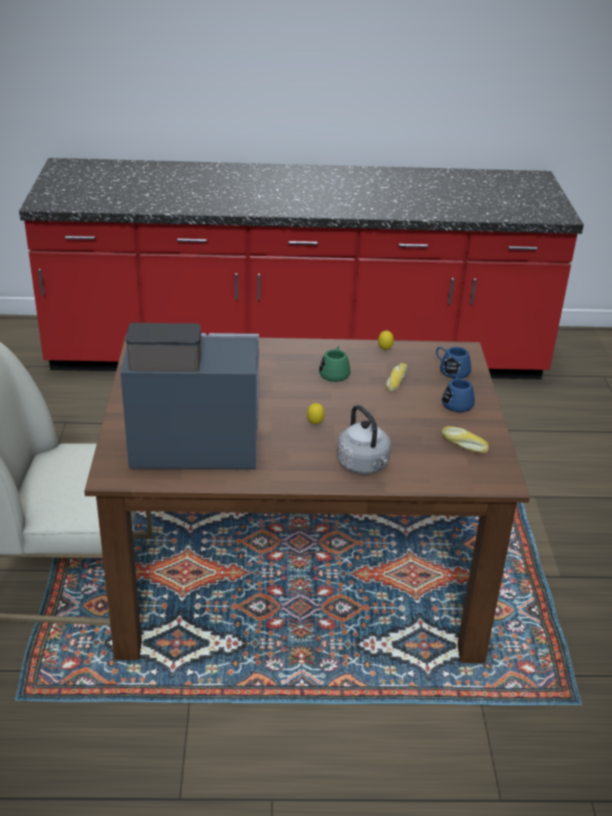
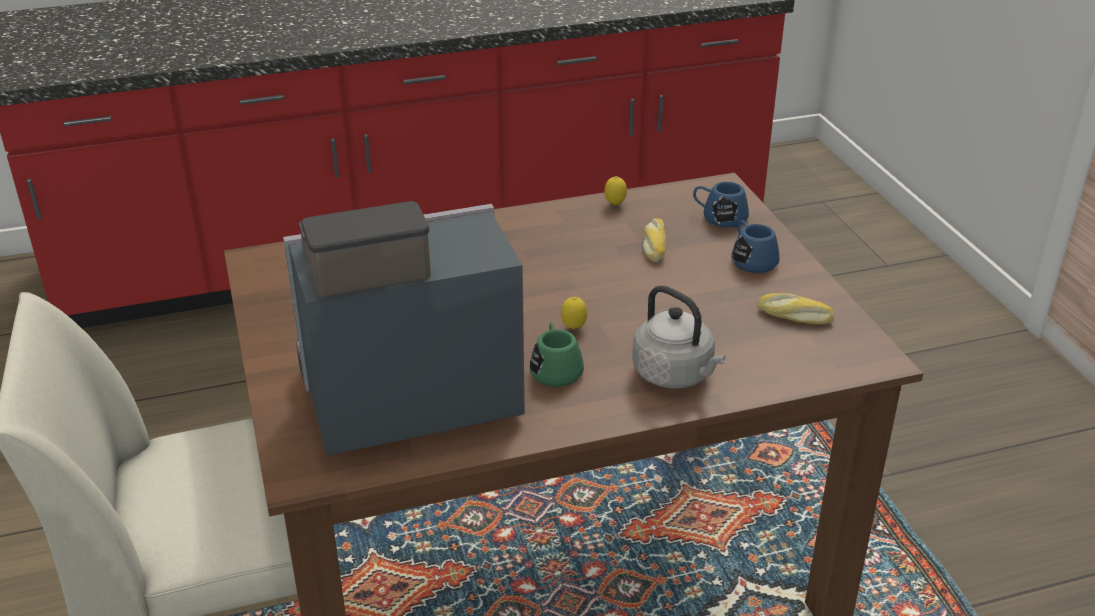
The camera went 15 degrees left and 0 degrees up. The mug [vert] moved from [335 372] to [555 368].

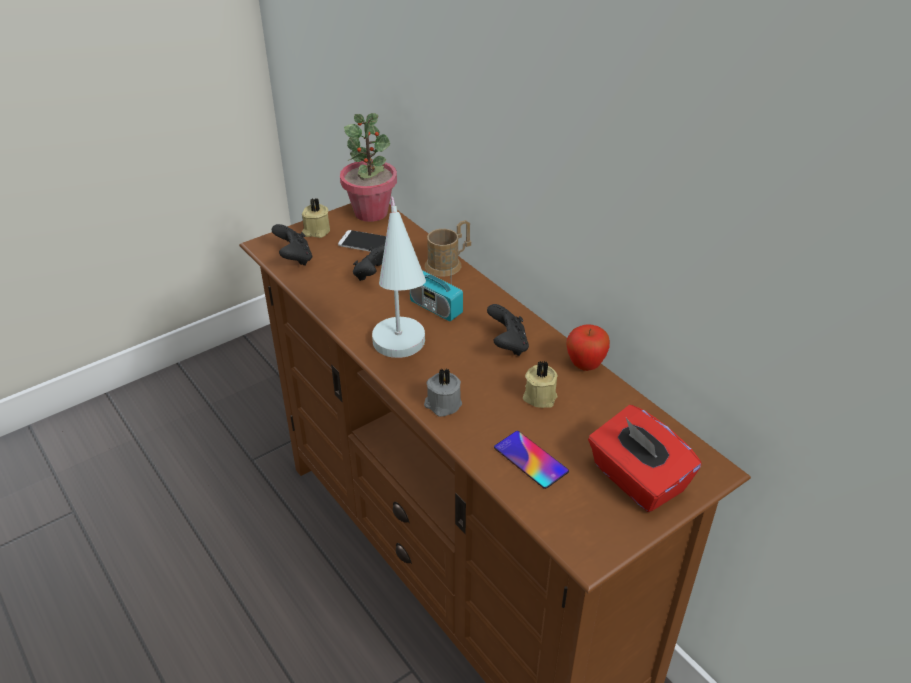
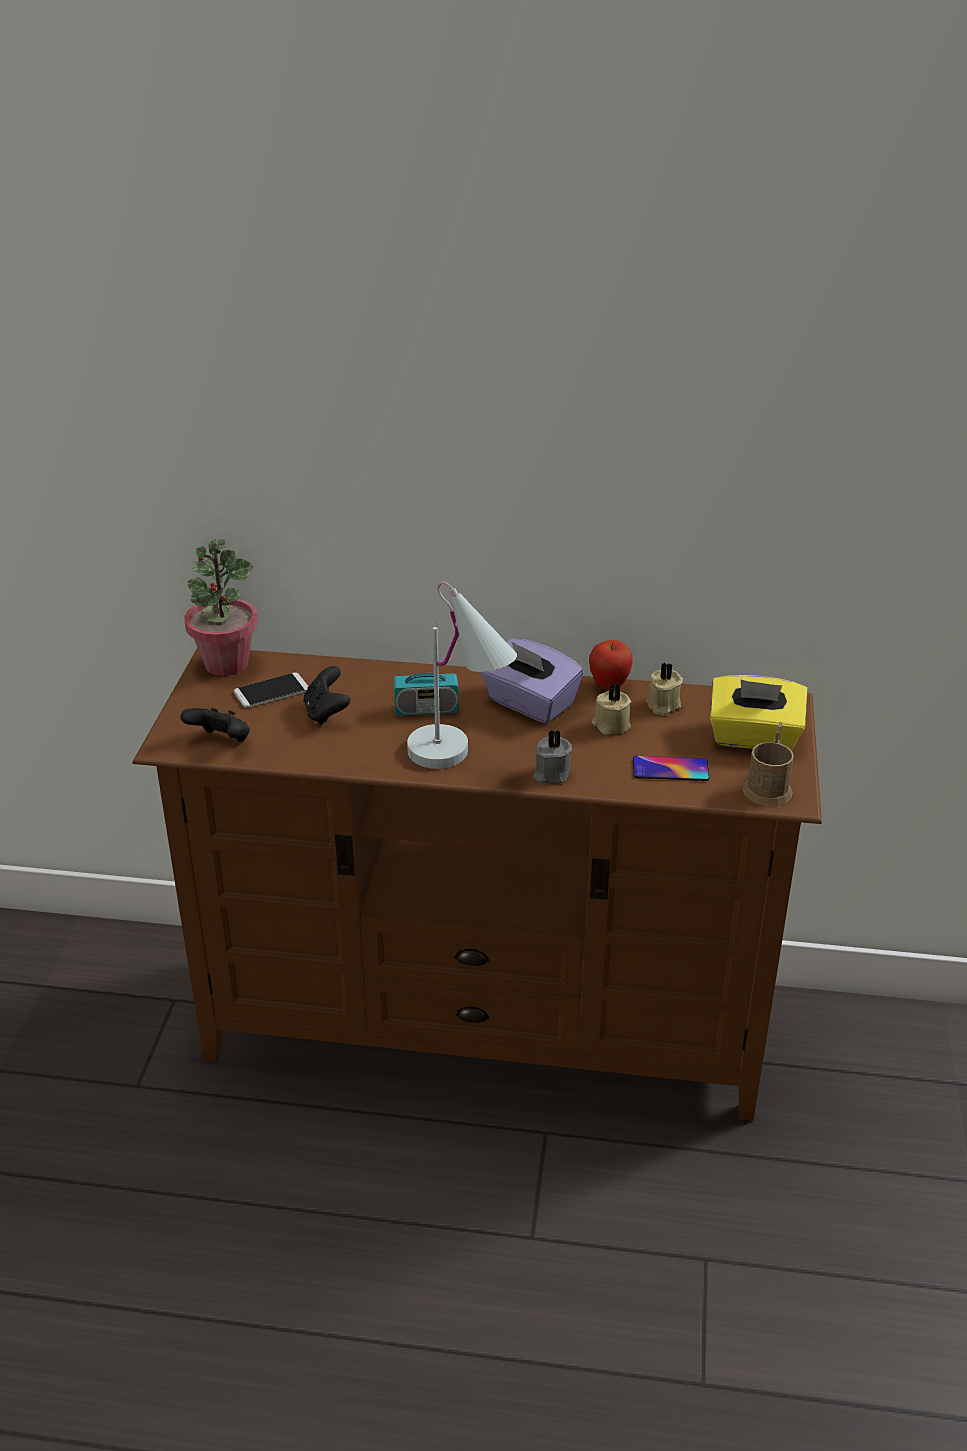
The camera went 45 degrees left and 5 degrees down. The bougie [beige] moved from [316 231] to [662 705]. The mug [marron] moved from [448 264] to [768 786]. The manette [noir] at [507 345] was replaced by the boîte à mouchoirs [violet] at [530 704]. The boîte à mouchoirs [rouge] at [636 480] became the boîte à mouchoirs [jaune] at [754 738].

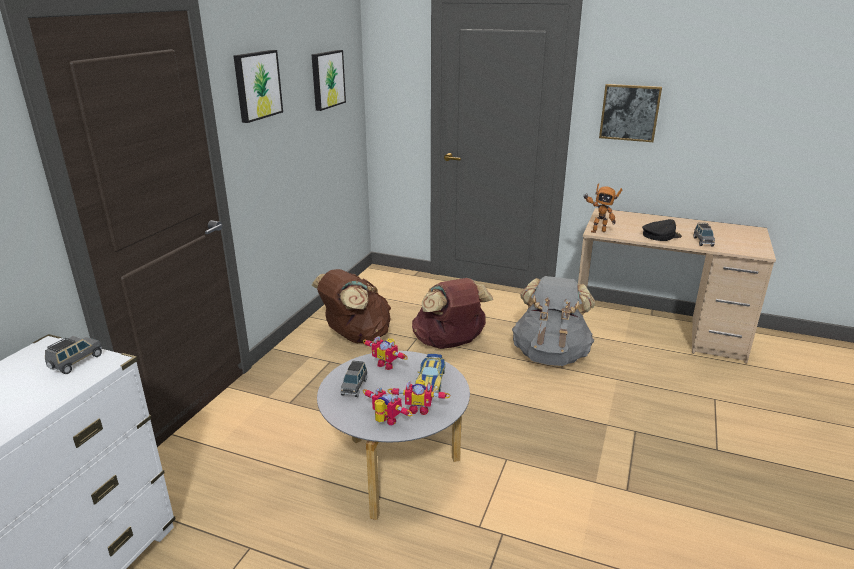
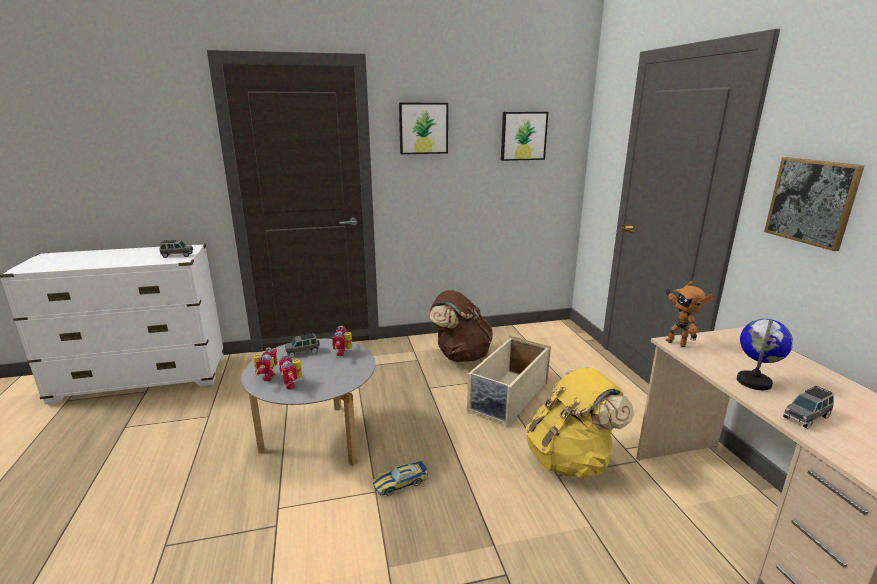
The camera went 55 degrees right and 5 degrees down. The petite voiture moved from [431 380] to [400 482]. The sac à dos [marron] at [450 344] was replaced by the boîte de rangement [beige] at [508 397]. The casquette [noir] at [660 235] was replaced by the globe at [754 382]. The sac à dos [gris] at [550 355] became the sac à dos [jaune] at [570 459].

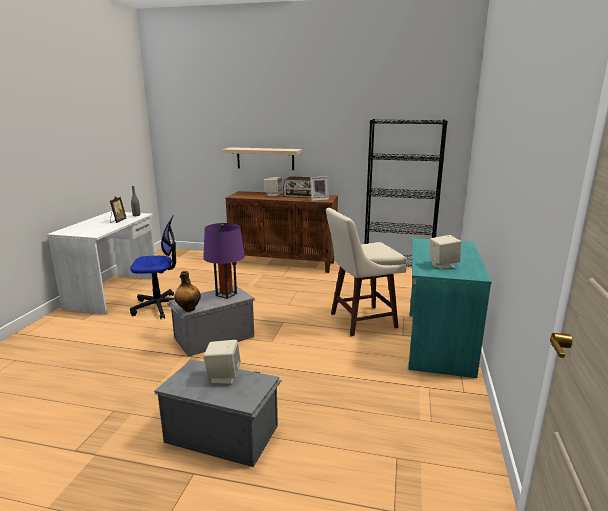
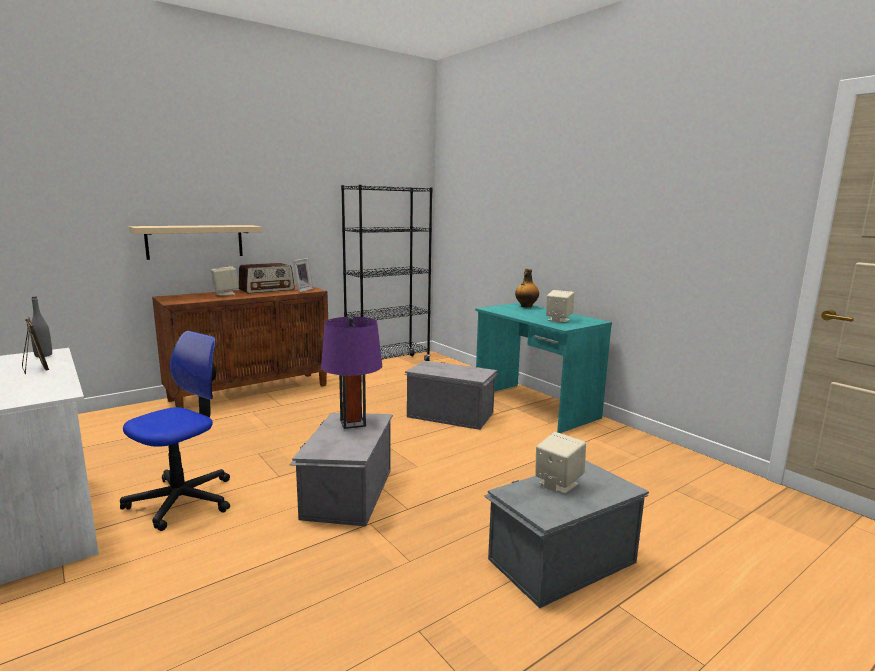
The camera went 50 degrees left and 5 degrees down. The bouteille moved from [188 309] to [526 306]. The tabouret [beige] at [361 320] was replaced by the boîte de rangement [gris] at [450 414].

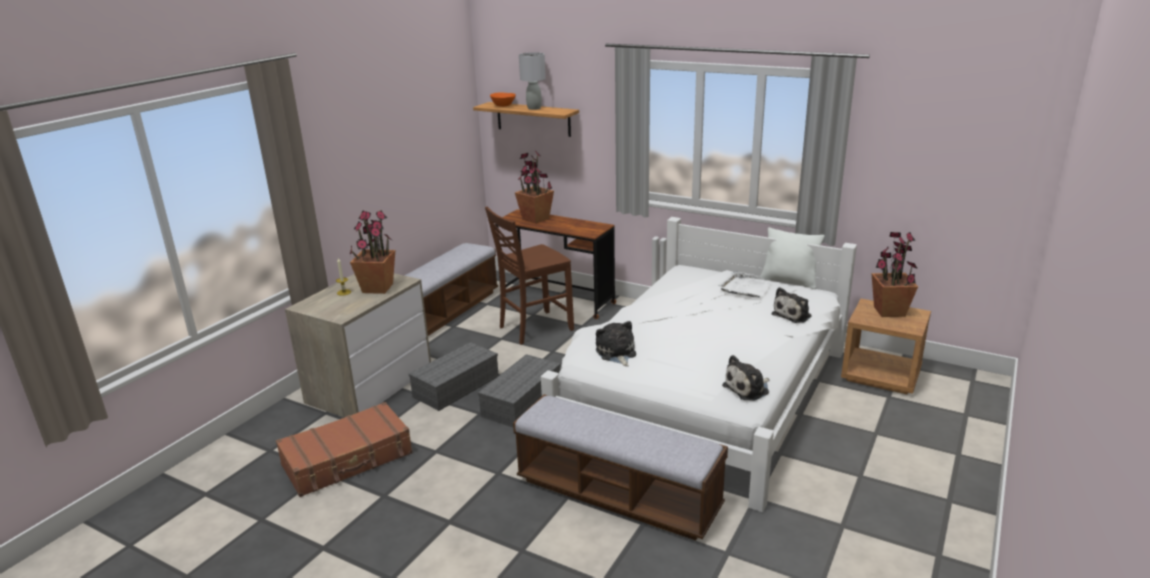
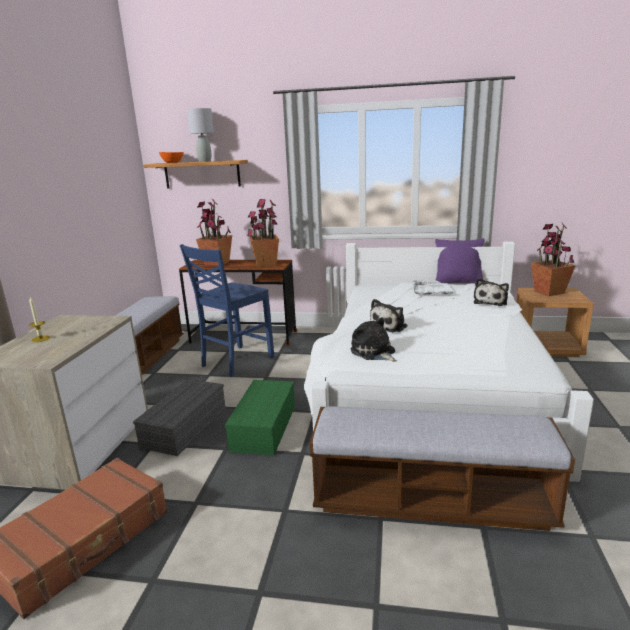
The camera went 20 degrees left and 5 degrees down. The plante en pot moved from [377 288] to [265 264]. The peluche moved from [748 389] to [389 326]. The boîte de rangement [gris] at [522 402] became the boîte de rangement [vert] at [265 428]. The chaise [marron] at [534 328] became the chaise [bleu] at [235 361]. The coussin [blanc] at [789 281] became the coussin [violet] at [458 283].

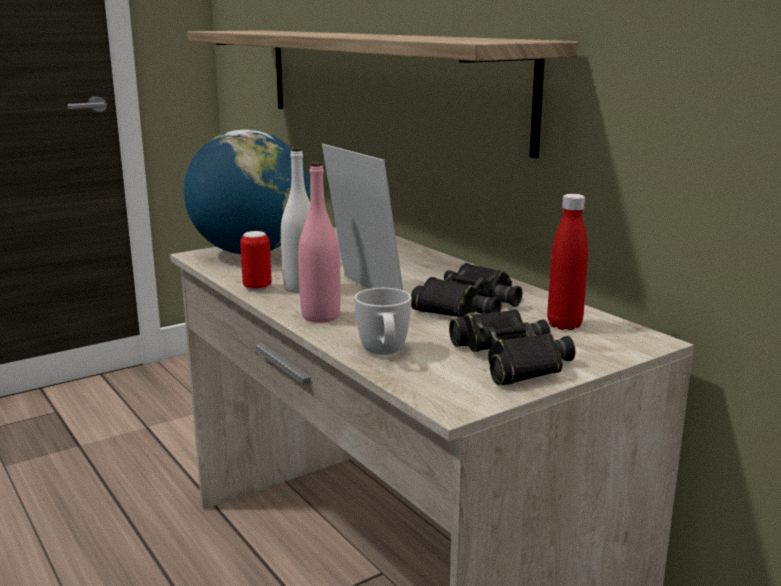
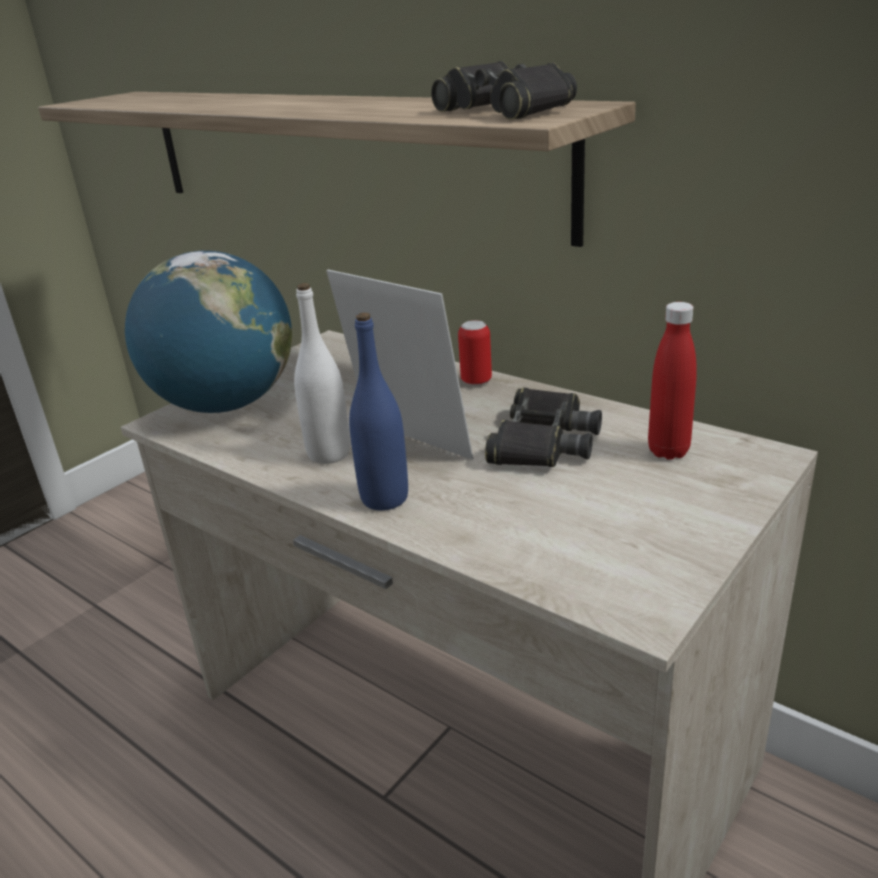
The camera went 15 degrees left and 10 degrees up. The mug [blanc] at [384 354] disappeared. The boîte métallique moved from [257 287] to [476 381]. The jumelles [noir] moved from [510 359] to [507 110]. The bouteille [rose] at [320 316] became the bouteille [bleu] at [384 498].

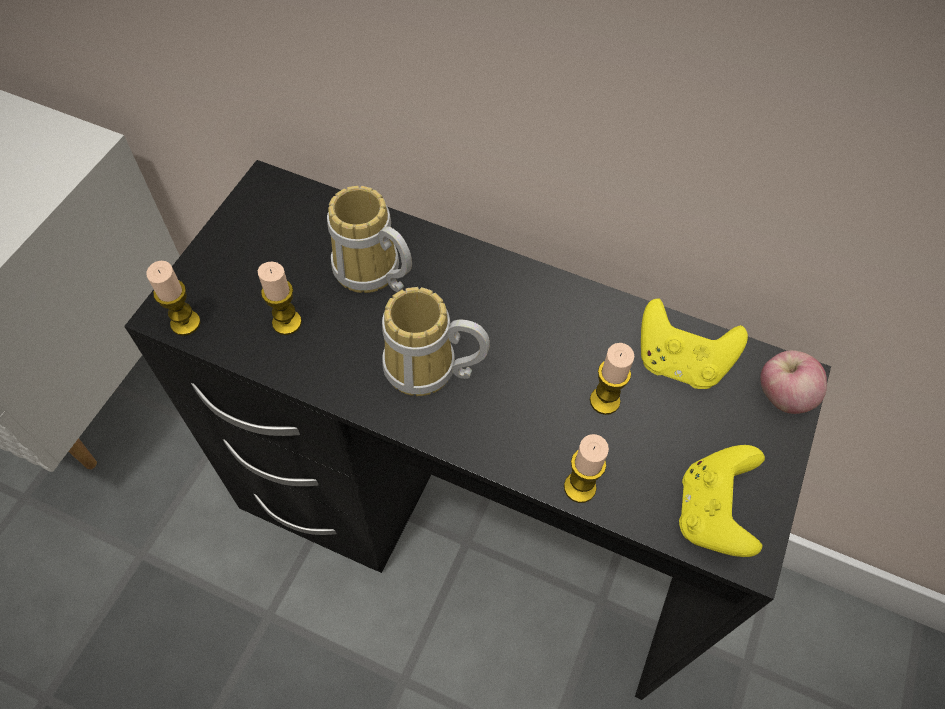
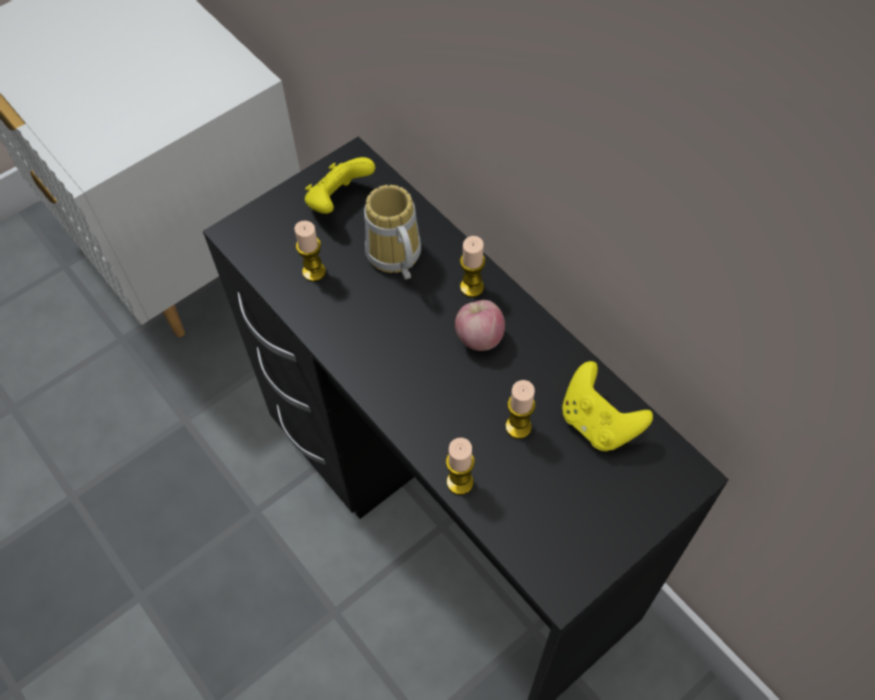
The camera went 30 degrees right and 0 degrees up. The mug at [428 373] disappeared. The bougie moved from [185 323] to [472 287]. The manette [jaune] moved from [711 513] to [338 201]. The pomme moved from [782 396] to [479 338].

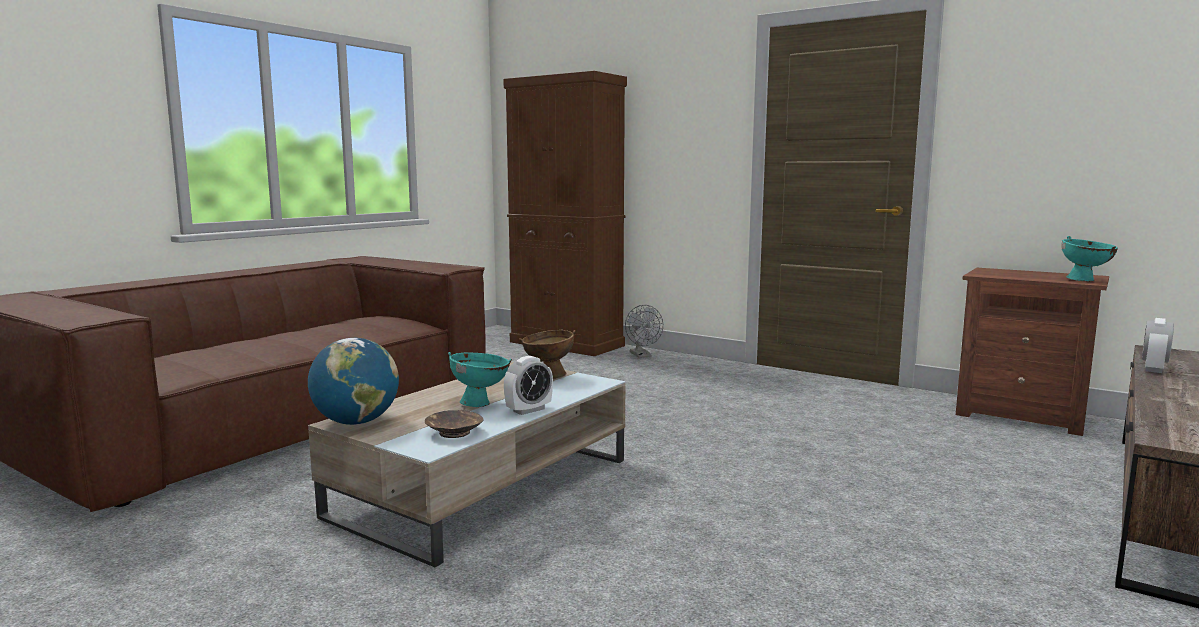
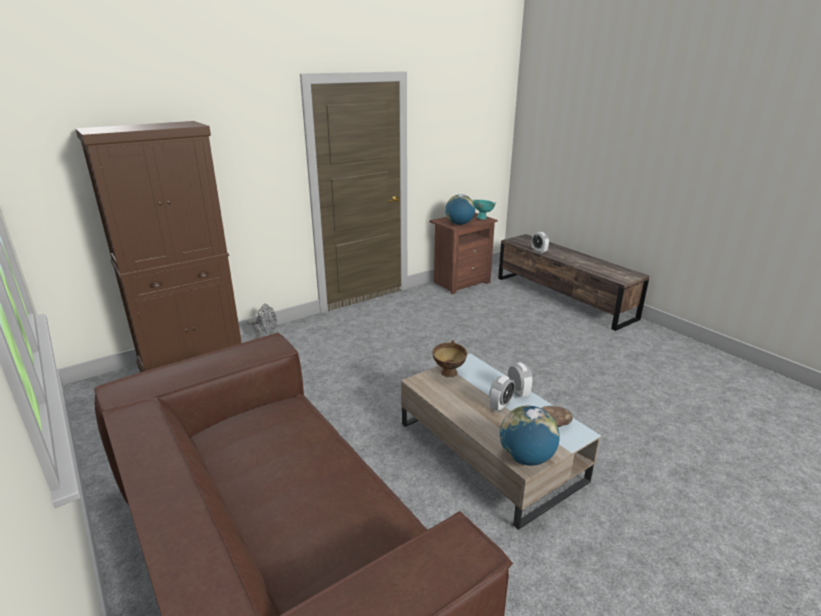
The camera went 70 degrees left and 15 degrees up. The globe at [459 224] appeared. The bol [turquoise] at [481 403] was replaced by the réveil at [500 406].

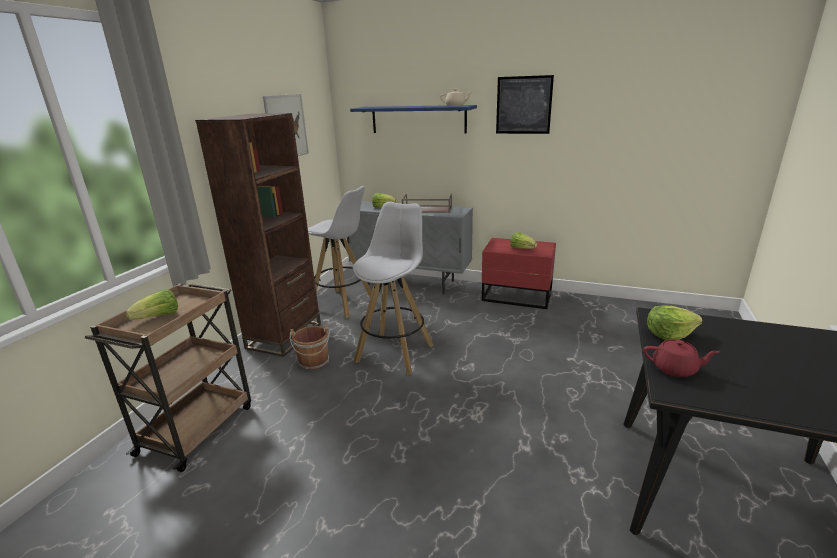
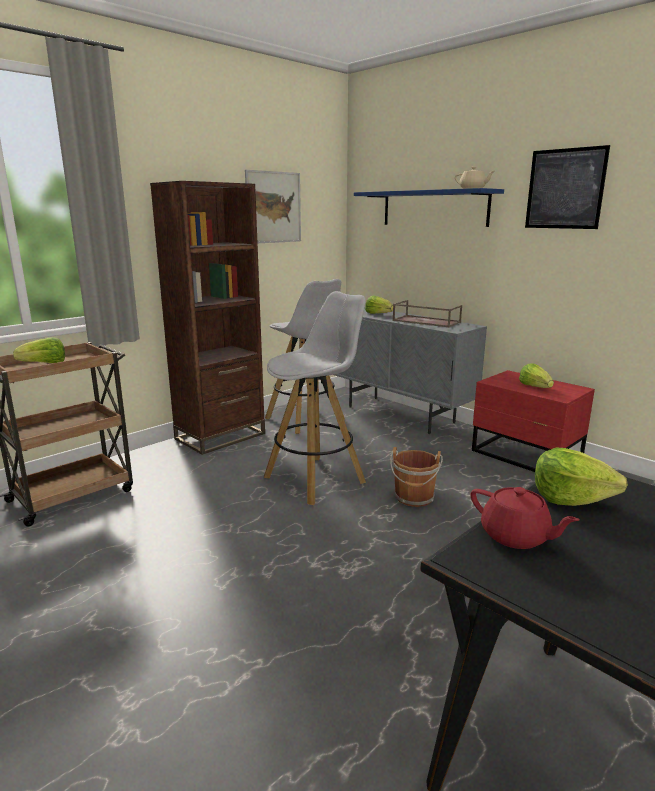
The camera went 25 degrees right and 5 degrees down. The seau [marron] moved from [314 363] to [414 498].

